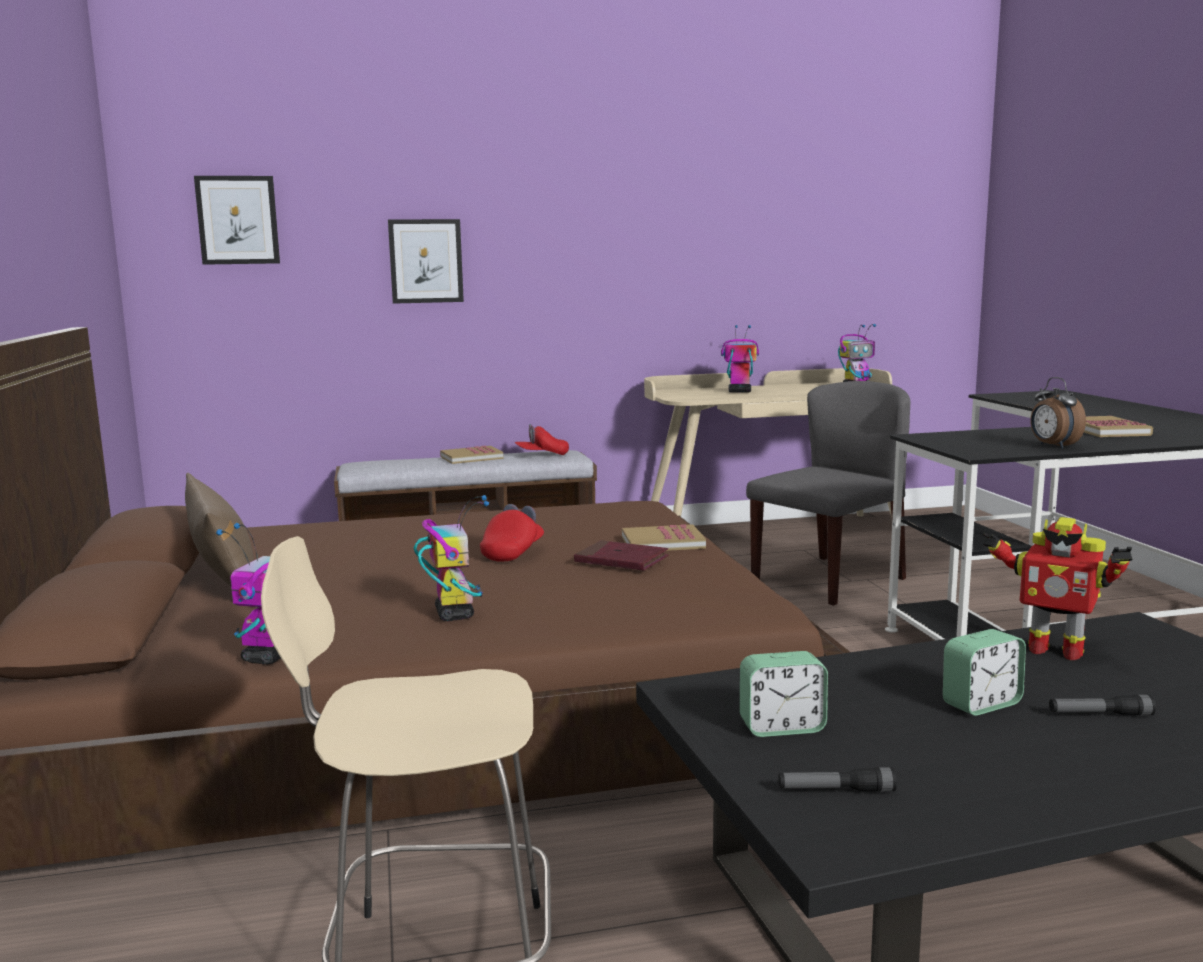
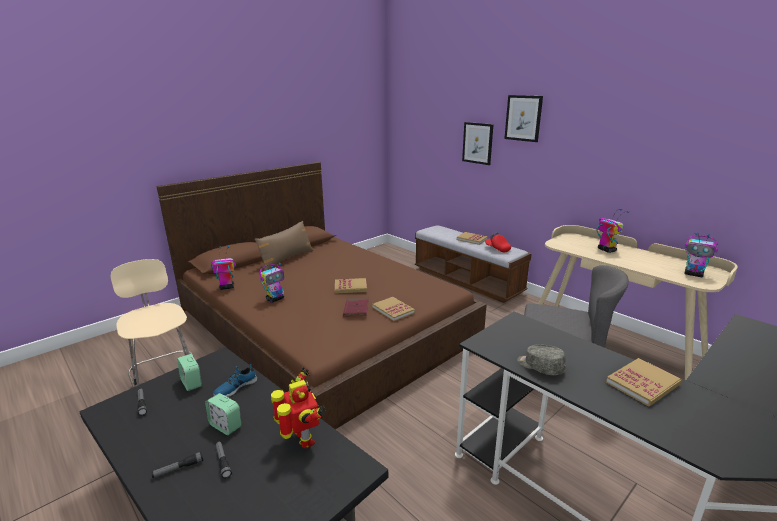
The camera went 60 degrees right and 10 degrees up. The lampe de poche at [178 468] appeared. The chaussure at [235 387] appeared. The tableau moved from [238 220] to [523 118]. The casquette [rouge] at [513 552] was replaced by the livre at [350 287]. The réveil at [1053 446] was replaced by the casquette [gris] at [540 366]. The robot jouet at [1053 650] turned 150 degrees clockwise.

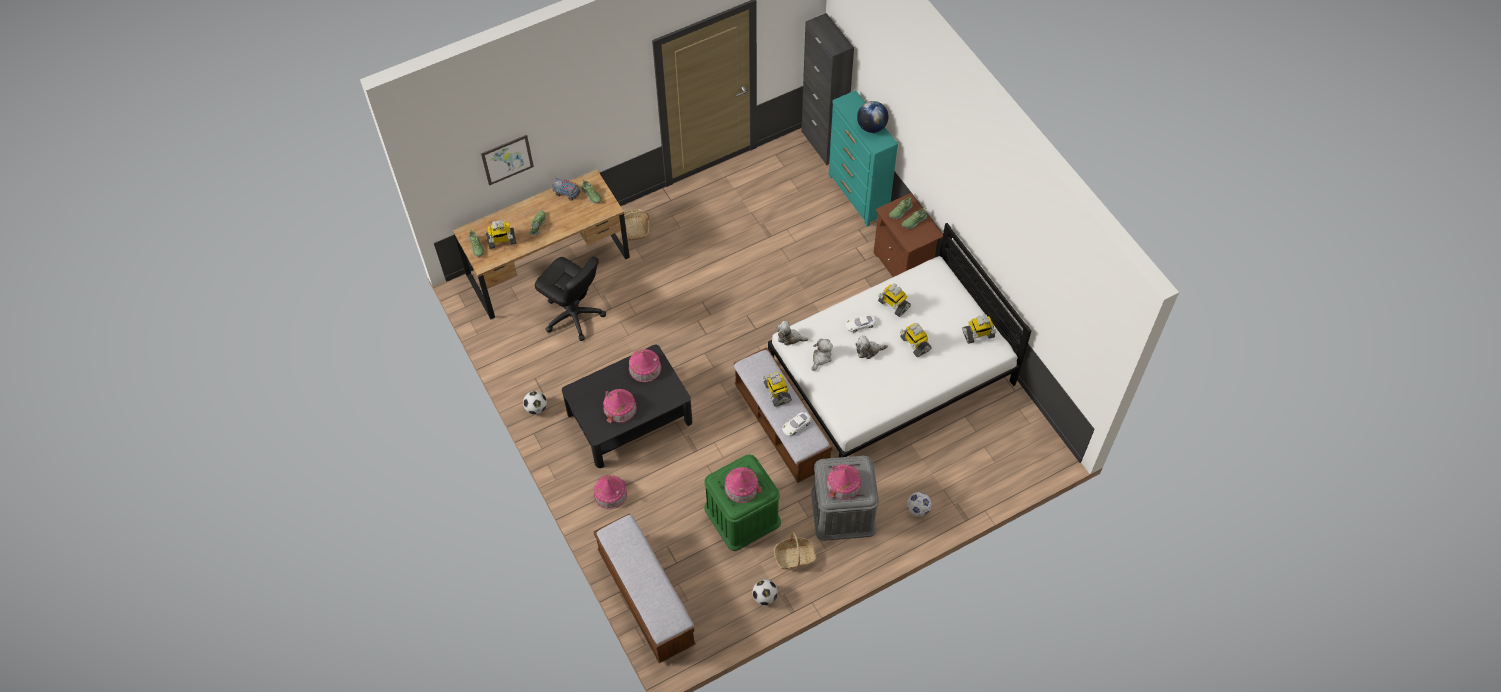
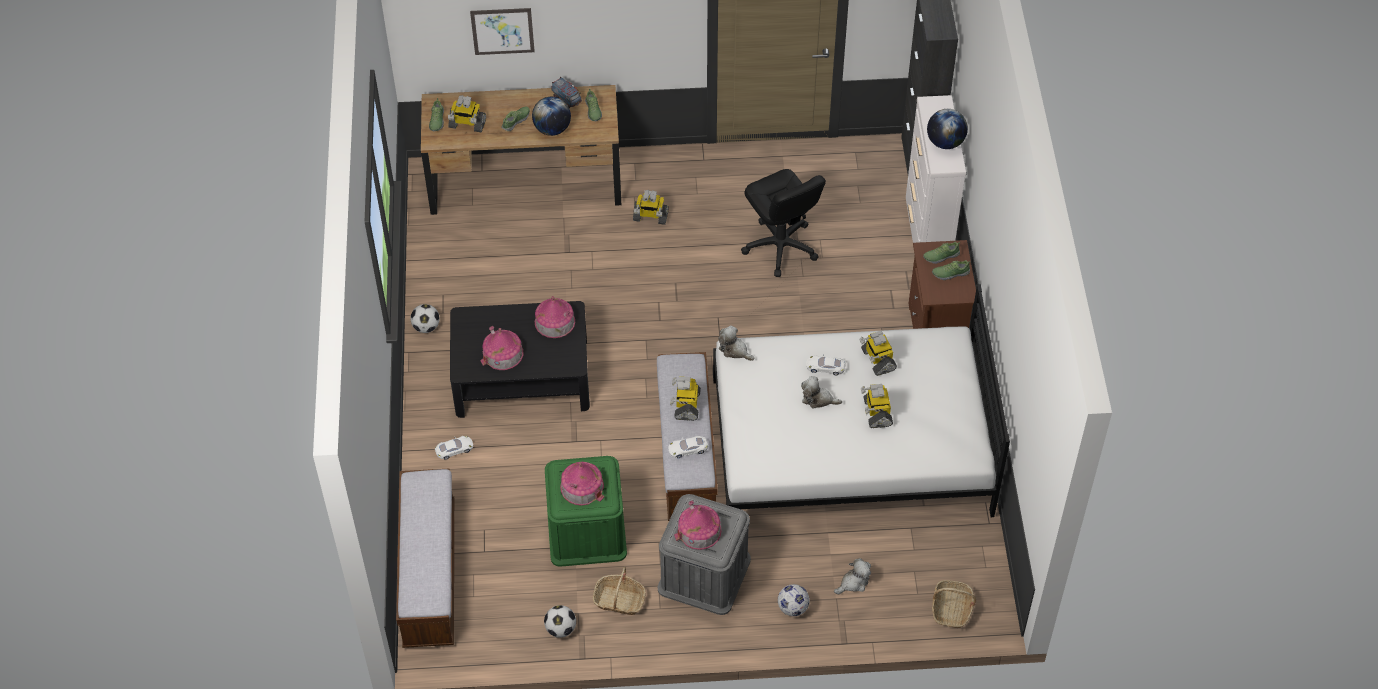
The camera went 25 degrees right and 5 degrees down. The globe at [552 129] appeared. The chaise de bureau [noir] moved from [573 316] to [780 247]. The panier moved from [635 228] to [951 609]. The peluche moved from [821 358] to [853 582]. The robot jouet moved from [978 334] to [650 216]. The maison miniature at [610 494] was replaced by the petite voiture [blanc] at [454 449]. The commode [turquoise] at [858 196] became the commode [blanc] at [927 233].

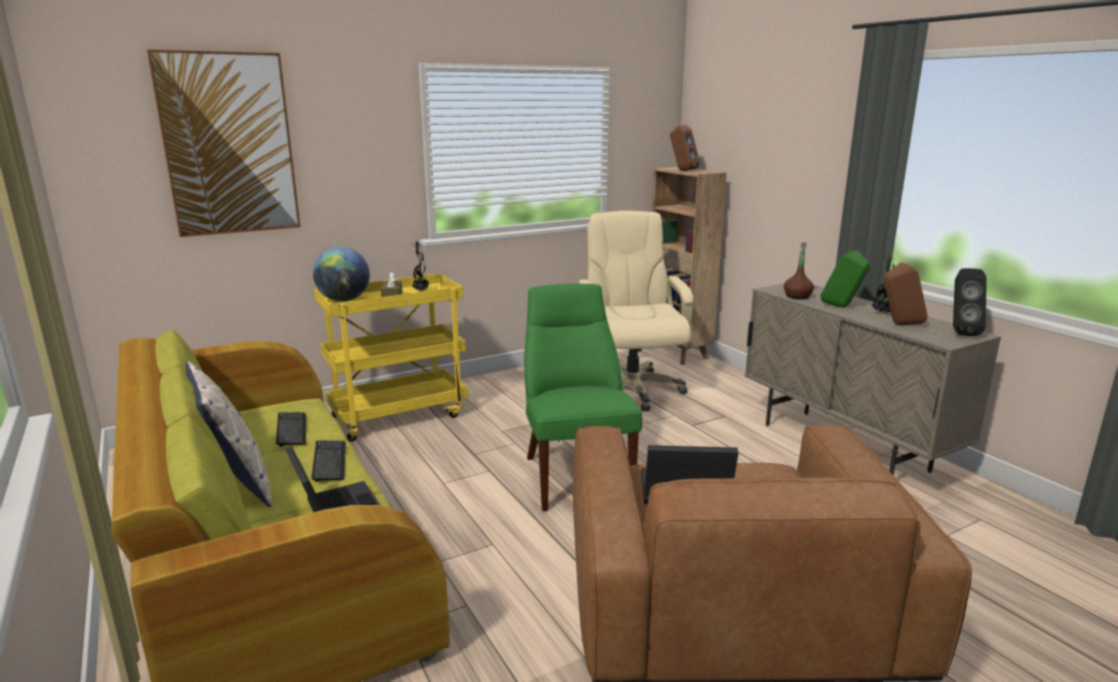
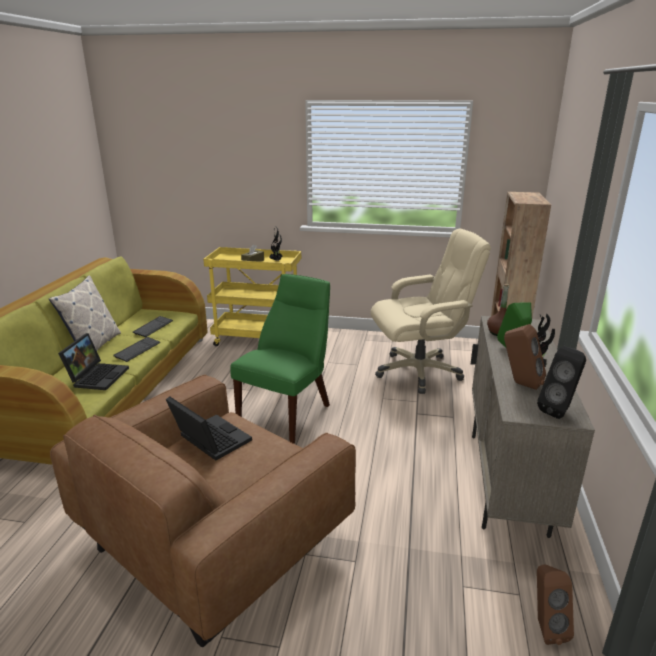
The camera went 40 degrees right and 5 degrees up. The tableau at [229 144] disappeared. The globe at [344 300] disappeared. The enceinte [marron] moved from [682 170] to [545 626]. The chaise de bureau [beige] at [631 389] turned 45 degrees clockwise.

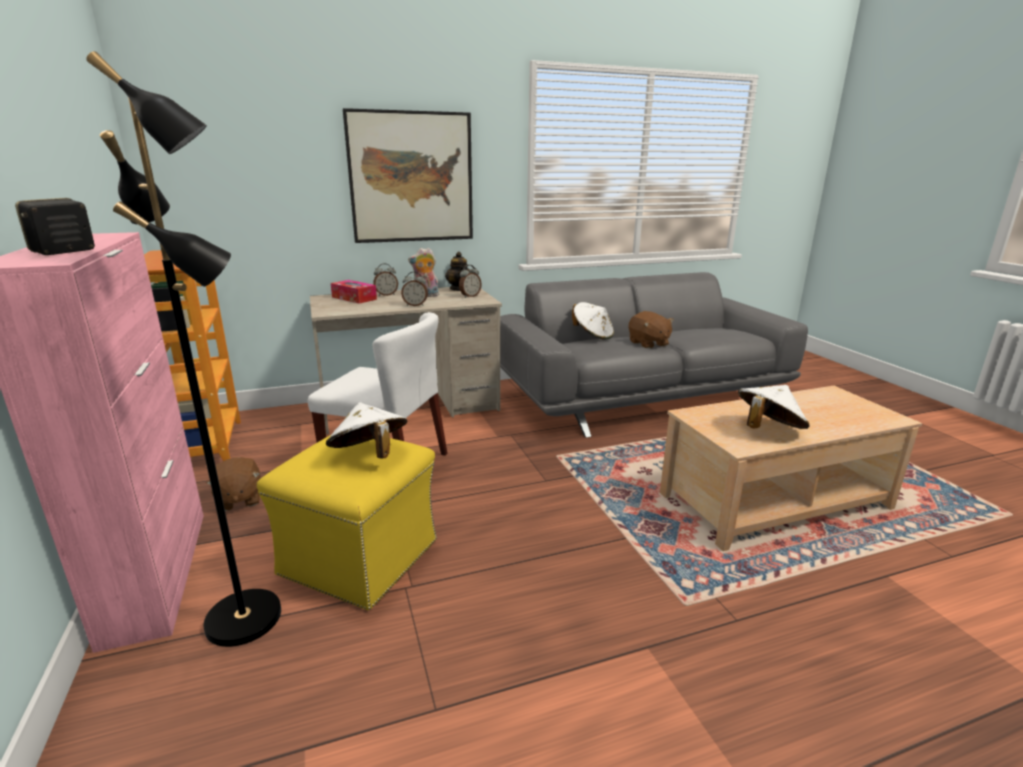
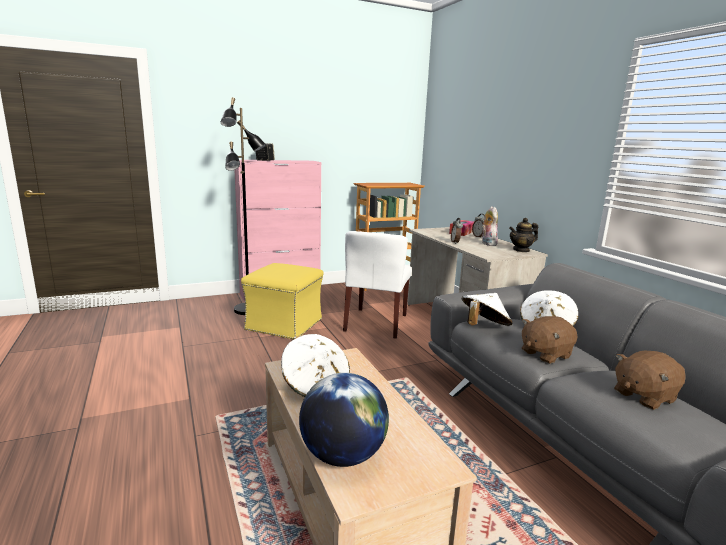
The camera went 85 degrees right and 5 degrees down. The tableau at [411 178] disappeared. The réveil at [470 296] disappeared. The globe at [343 455] appeared. The peluche [marron] moved from [239 499] to [643 396]. The chapeau [blanc] moved from [369 455] to [484 327].

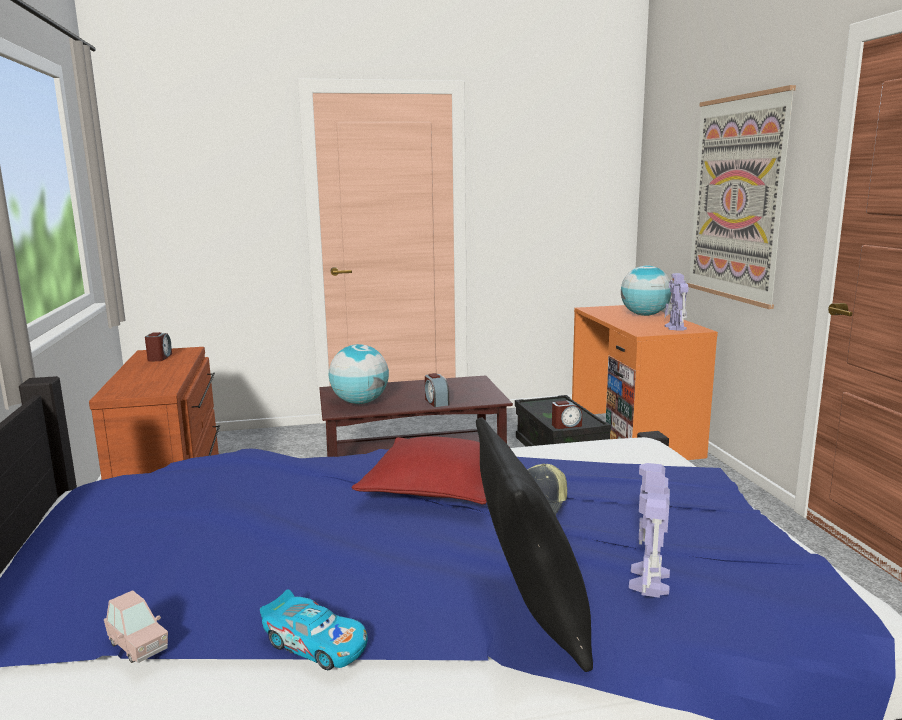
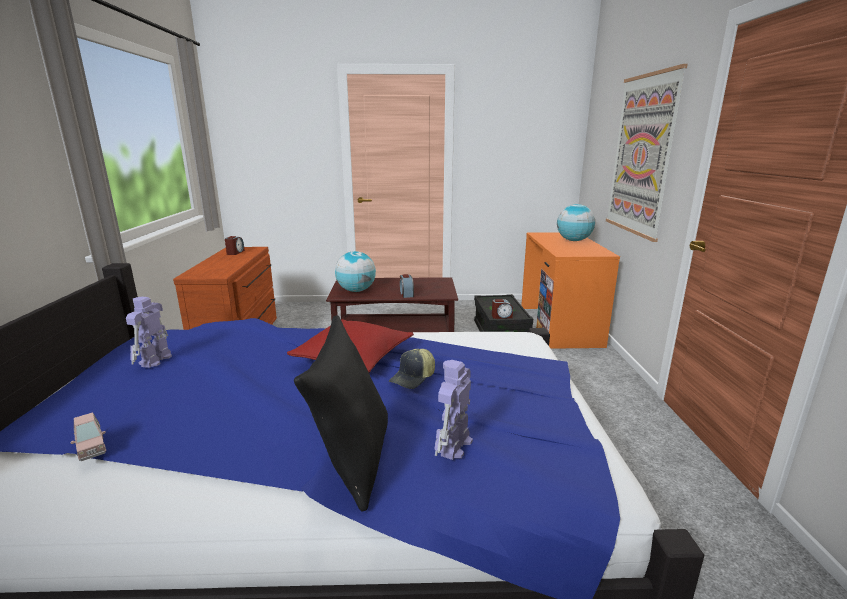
The camera went 10 degrees right and 5 degrees up. The petite voiture at [316 644] disappeared. The robot jouet moved from [675 328] to [155 360].

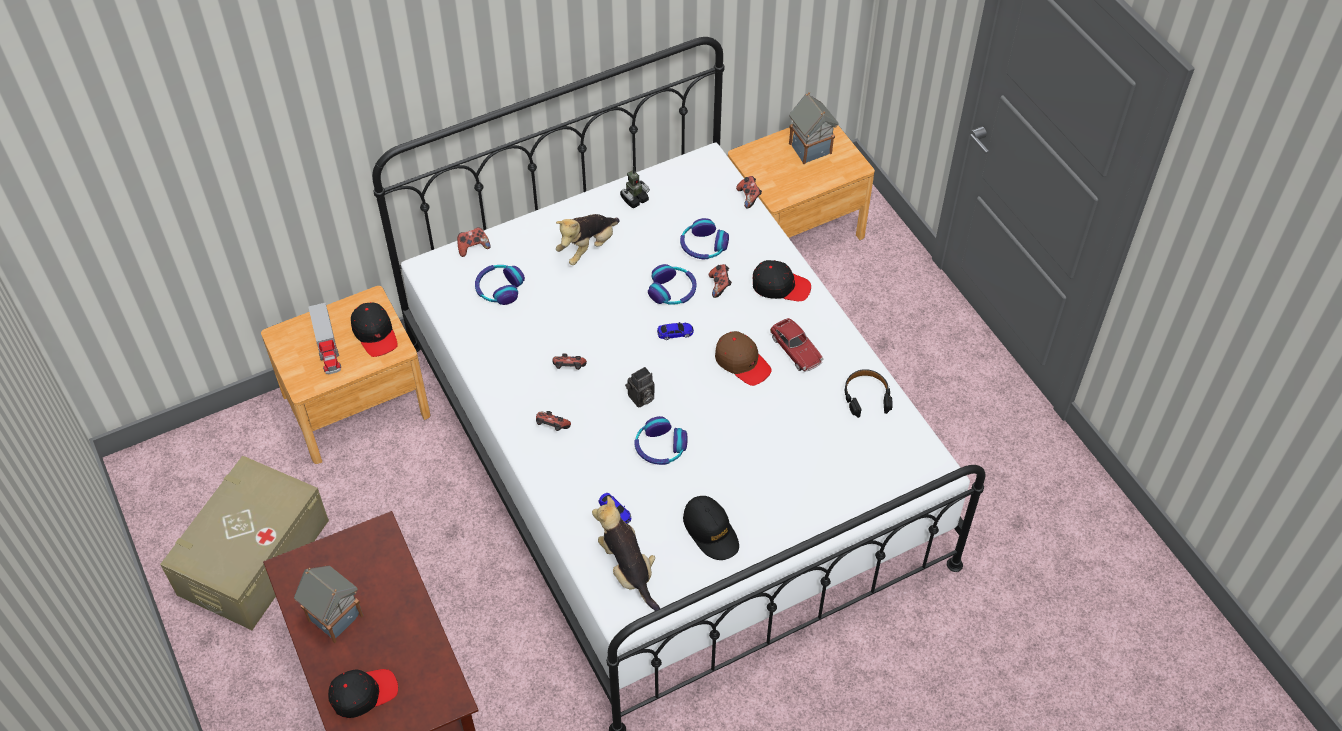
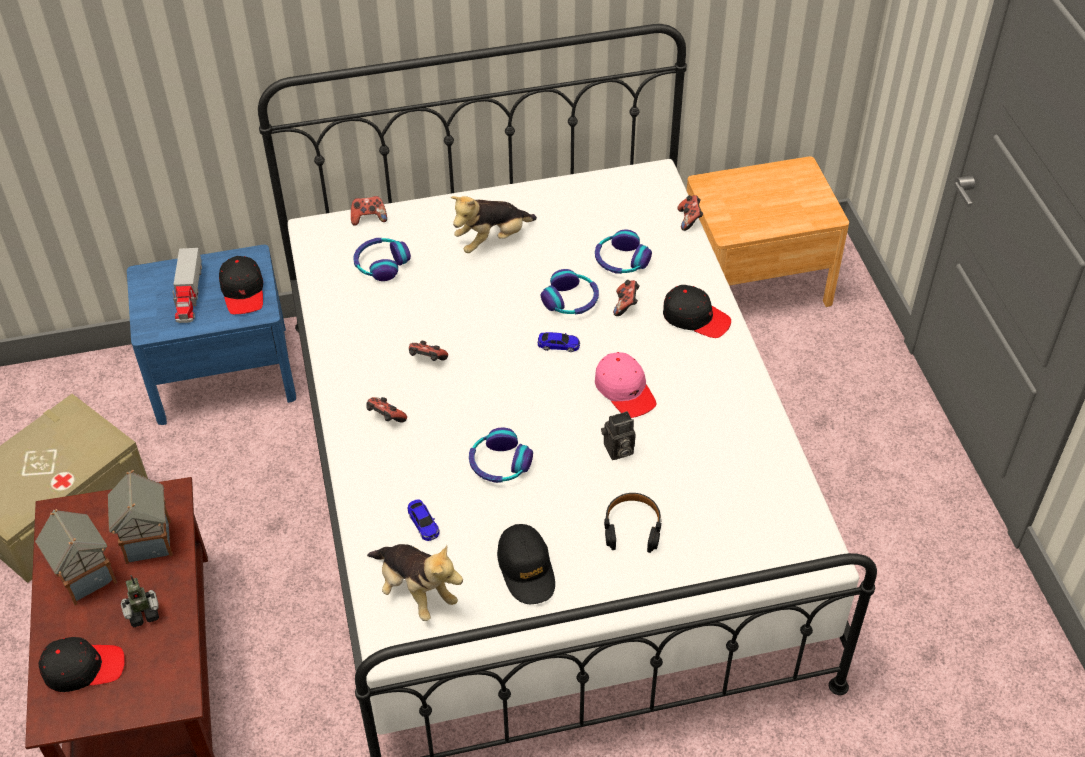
The camera went 15 degrees right and 5 degrees down. The petite voiture at [795 350] disappeared. The robot jouet moved from [634 199] to [143 613]. The appareil photo moved from [641 399] to [617 451]. The maison miniature moved from [811 149] to [149 543]. The casque audio [noir] moved from [866 396] to [632 527]. The table de chevet [marron] at [356 405] became the table de chevet [bleu] at [223 373]. The casquette [marron] at [742 362] became the casquette [rose] at [625 390]. The peluche at [628 569] turned 150 degrees clockwise.

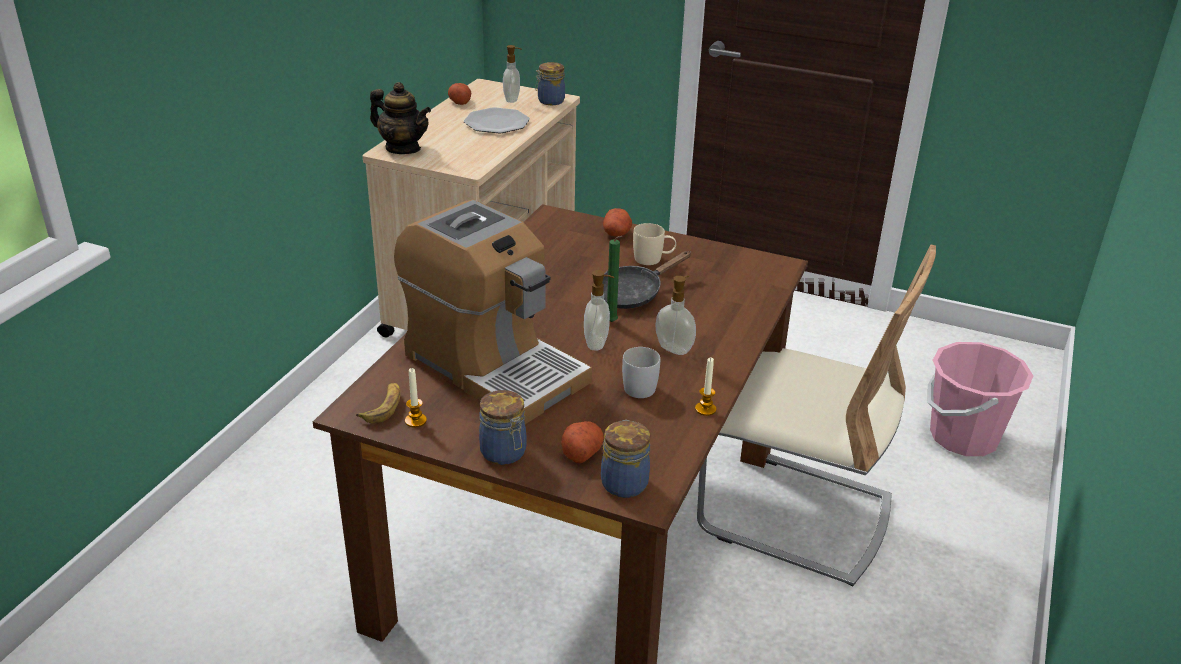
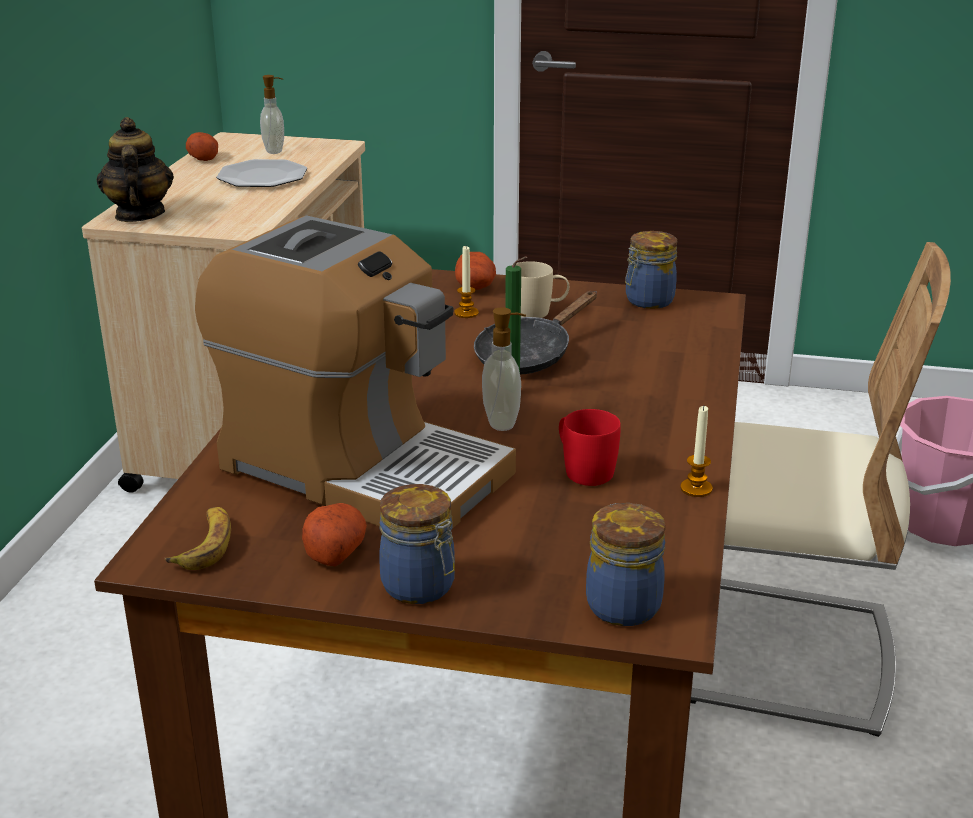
The camera went 10 degrees left and 5 degrees down. The distributeur de savon at [674 348] disappeared. The bougie moved from [415 421] to [466 313]. The bocal moved from [550 101] to [647 301]. The pomme de terre moved from [581 452] to [334 551]. The mug [blanc] at [636 385] became the mug [rouge] at [583 469]. The théière at [403 148] turned 120 degrees counterclockwise.

